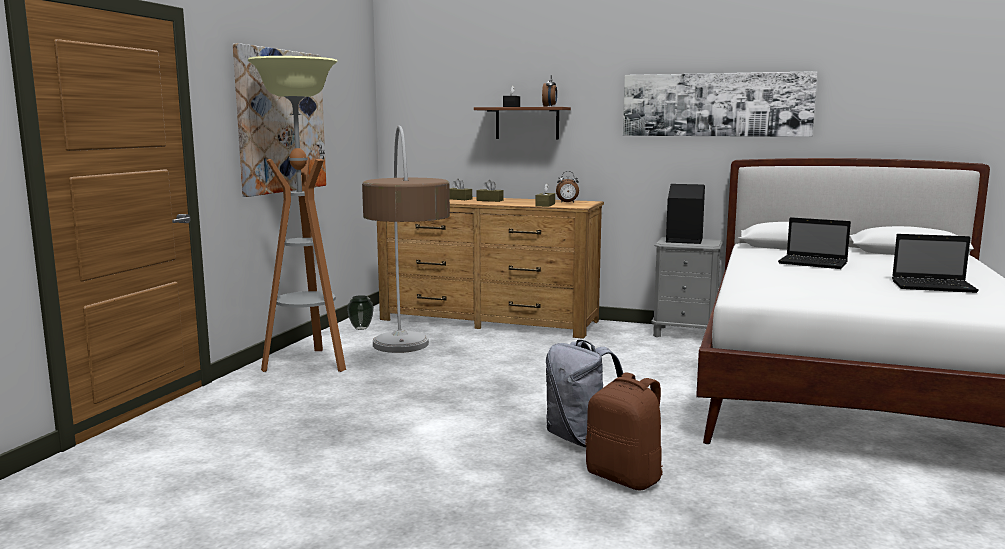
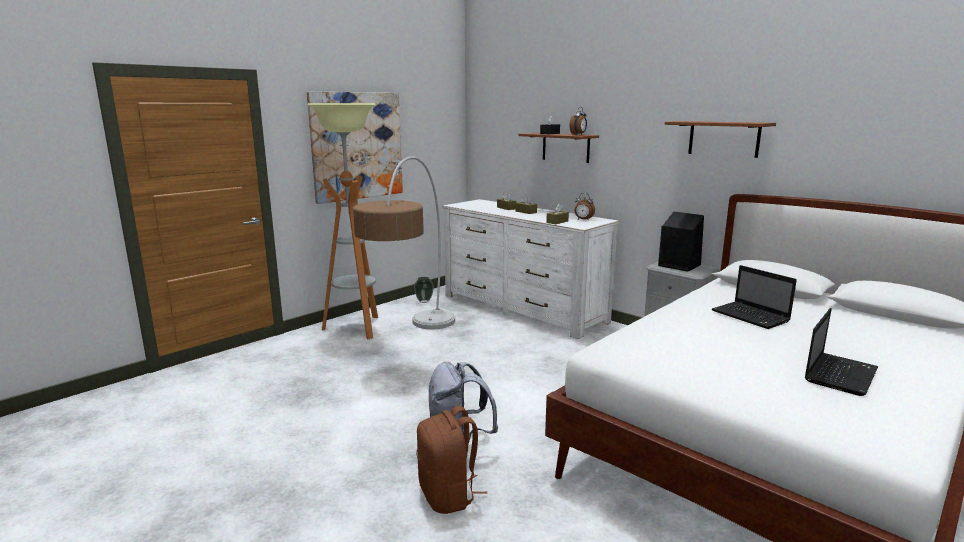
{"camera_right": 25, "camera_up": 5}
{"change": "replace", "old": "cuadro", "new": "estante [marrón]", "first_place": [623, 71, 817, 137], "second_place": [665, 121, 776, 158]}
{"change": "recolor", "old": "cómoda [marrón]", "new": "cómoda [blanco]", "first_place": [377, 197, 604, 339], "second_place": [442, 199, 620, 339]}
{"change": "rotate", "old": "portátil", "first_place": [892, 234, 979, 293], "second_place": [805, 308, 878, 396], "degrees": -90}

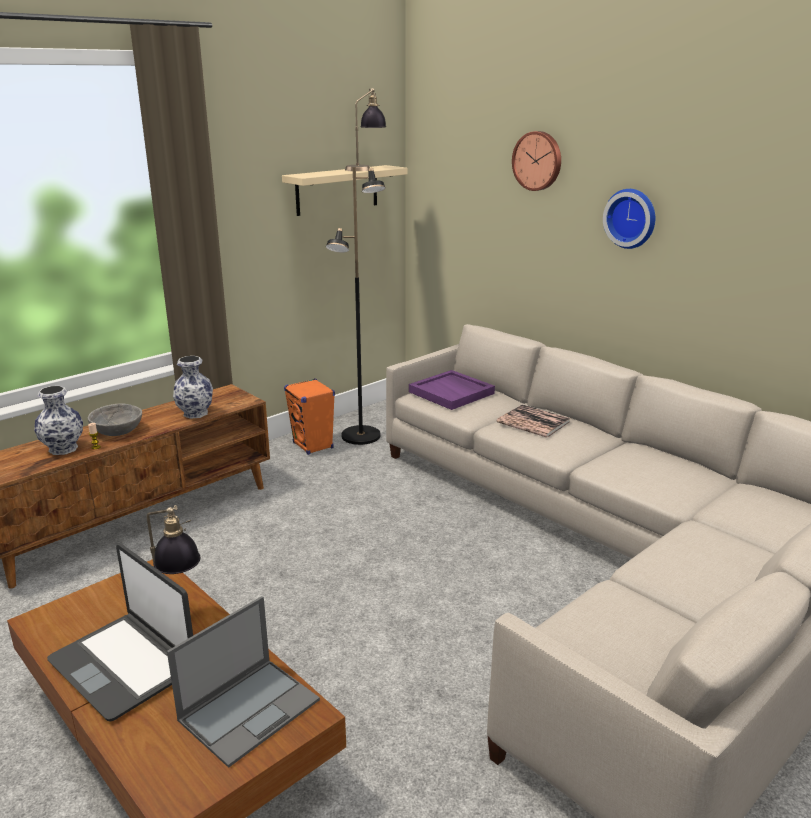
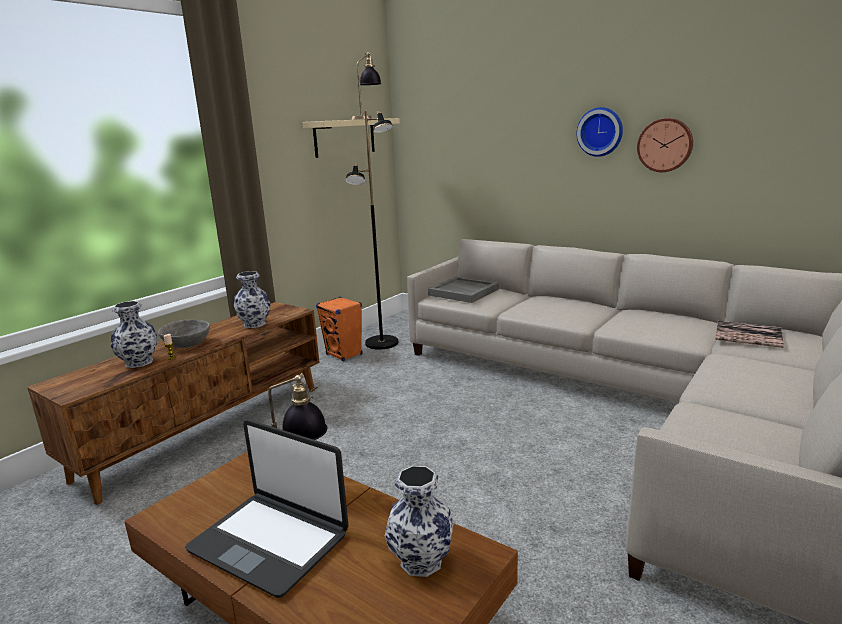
{"camera_right": -10, "camera_up": -5}
{"change": "move", "old": "reloj de pared", "first_place": [512, 131, 561, 191], "second_place": [637, 118, 693, 172]}
{"change": "recolor", "old": "bandeja [morado]", "new": "bandeja [gris]", "first_place": [409, 370, 495, 410], "second_place": [428, 277, 499, 303]}
{"change": "move", "old": "libro", "first_place": [497, 404, 570, 438], "second_place": [715, 321, 784, 348]}
{"change": "replace", "old": "portátil", "new": "florero", "first_place": [167, 596, 320, 768], "second_place": [385, 466, 454, 577]}

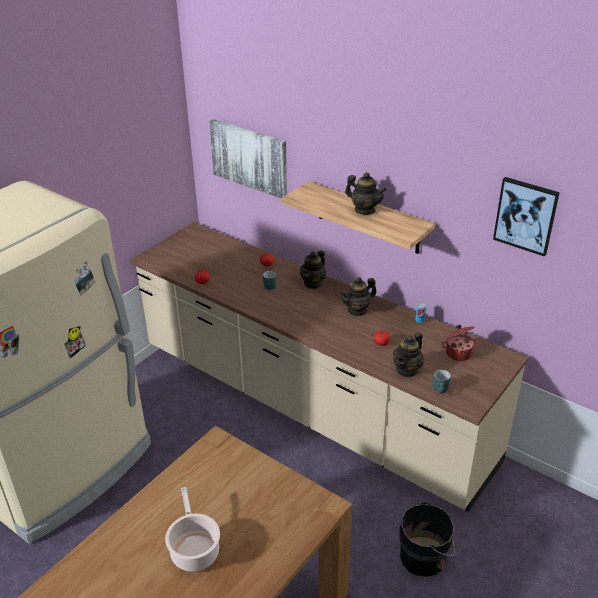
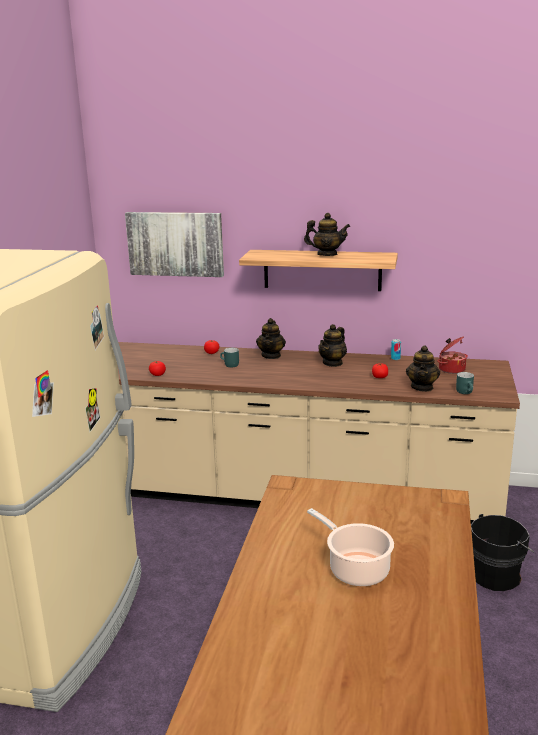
{"camera_right": -25, "camera_up": -15}
{"change": "delete", "old": "cuadro", "first_place": [493, 177, 560, 256]}

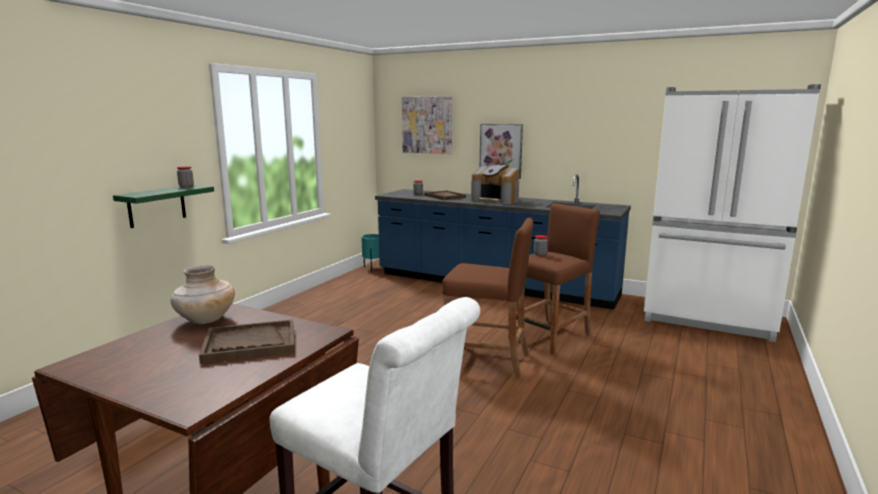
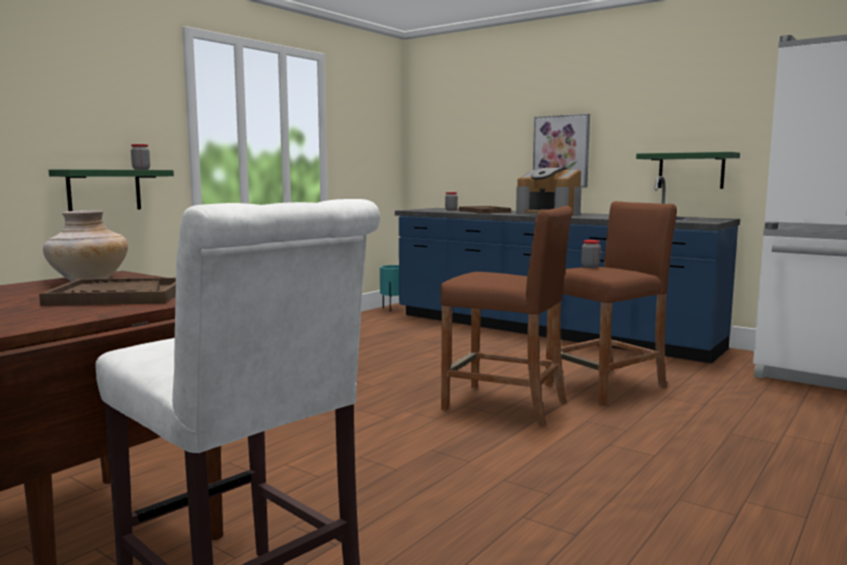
{"camera_right": 10, "camera_up": -5}
{"change": "delete", "old": "cuadro", "first_place": [402, 96, 452, 154]}
{"change": "insert", "new": "estante [verde]", "second_place": [636, 152, 740, 189]}

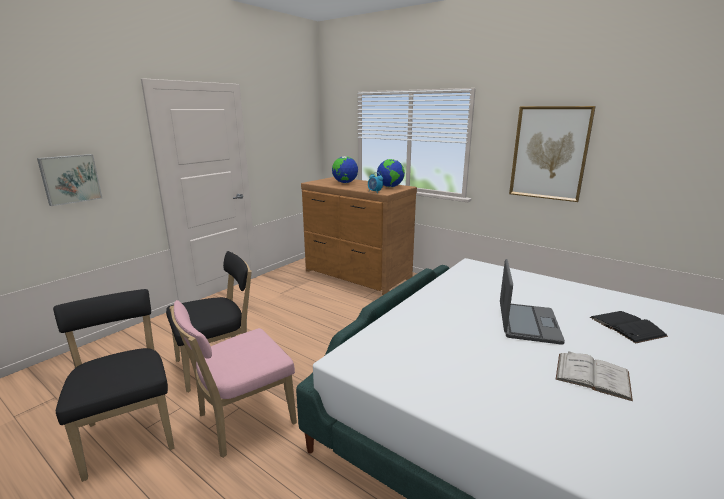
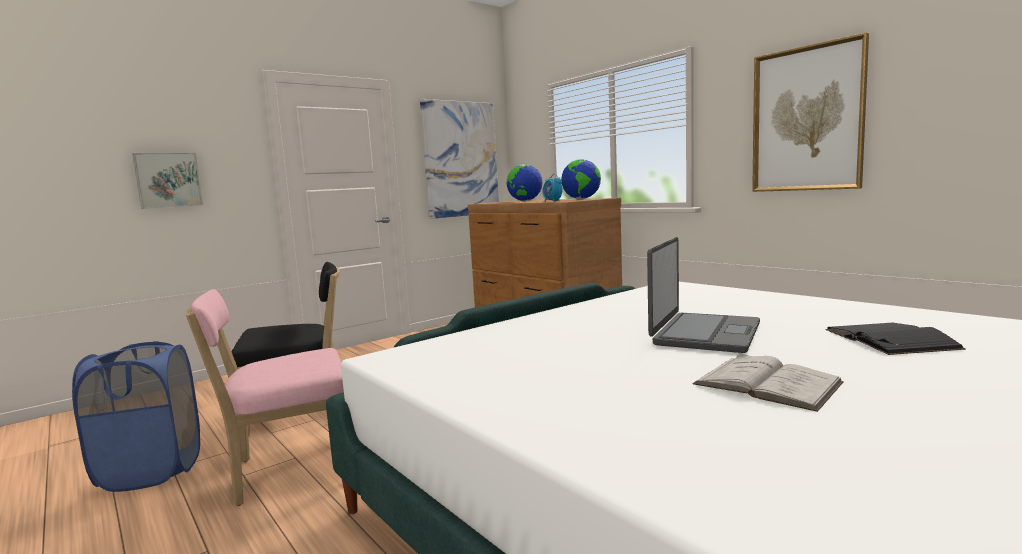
{"camera_right": 15, "camera_up": -10}
{"change": "replace", "old": "silla [negro]", "new": "cesto de la ropa [azul]", "first_place": [53, 289, 175, 482], "second_place": [72, 341, 200, 492]}
{"change": "insert", "new": "cuadro", "second_place": [420, 99, 499, 219]}

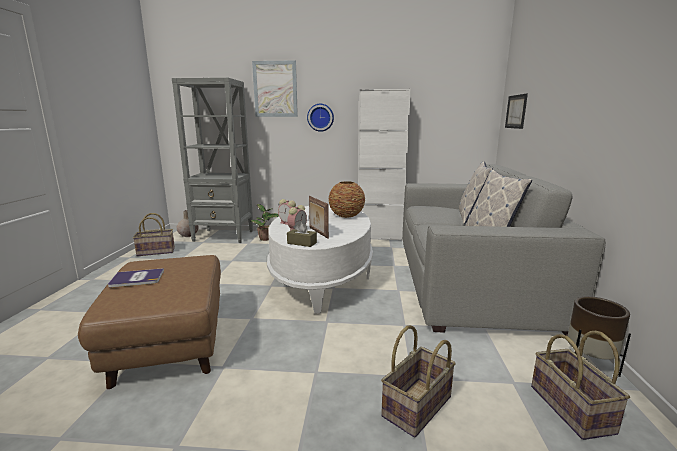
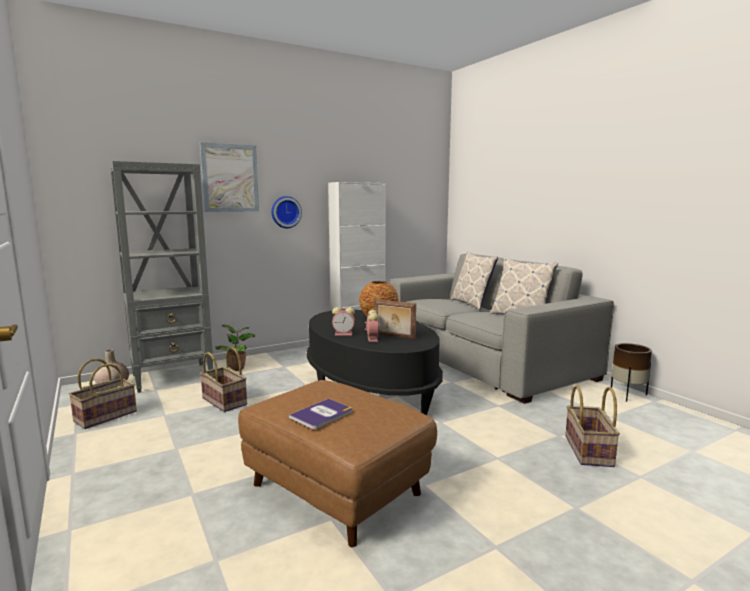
{"camera_right": -35, "camera_up": -5}
{"change": "delete", "old": "cuadro", "first_place": [505, 94, 528, 129]}
{"change": "recolor", "old": "mesa de centro [blanco]", "new": "mesa de centro [negro]", "first_place": [267, 204, 373, 314], "second_place": [307, 310, 443, 415]}
{"change": "delete", "old": "caja de pañuelos [marrón]", "first_place": [287, 222, 317, 247]}
{"change": "move", "old": "cesta", "first_place": [531, 331, 630, 440], "second_place": [200, 347, 247, 412]}

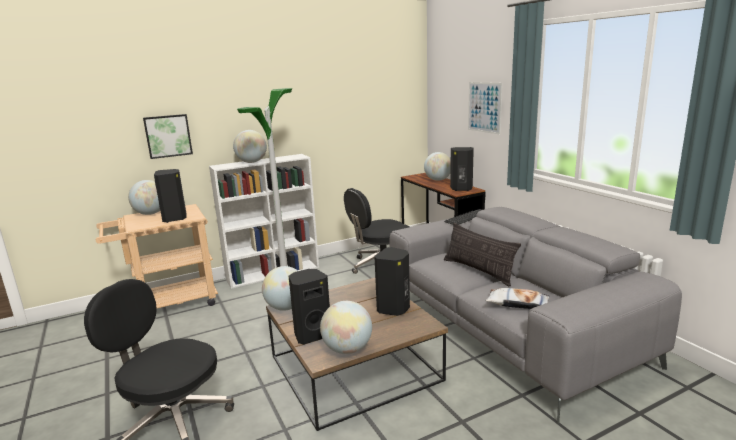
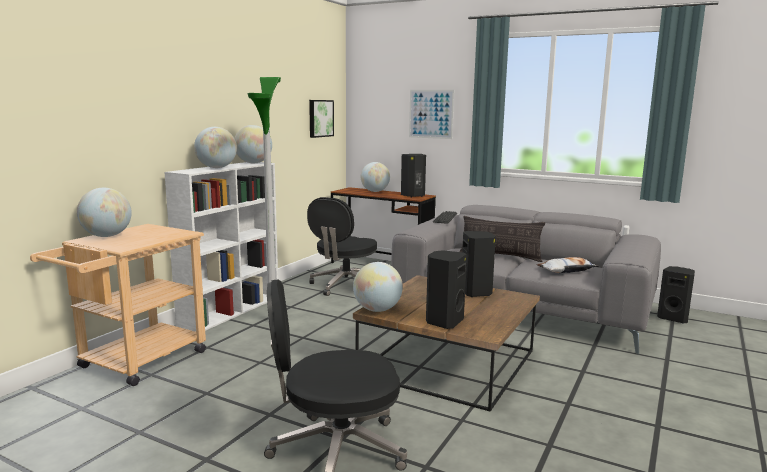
{"camera_right": -35, "camera_up": -5}
{"change": "move", "old": "cuadro", "first_place": [143, 114, 193, 159], "second_place": [309, 100, 334, 138]}
{"change": "move", "old": "altavoz [negro]", "first_place": [154, 169, 187, 223], "second_place": [657, 266, 695, 323]}
{"change": "move", "old": "globo terráqueo", "first_place": [320, 301, 372, 354], "second_place": [234, 125, 272, 163]}

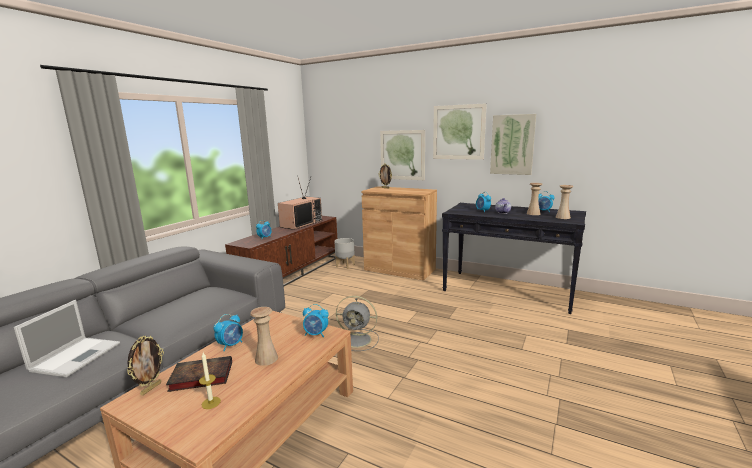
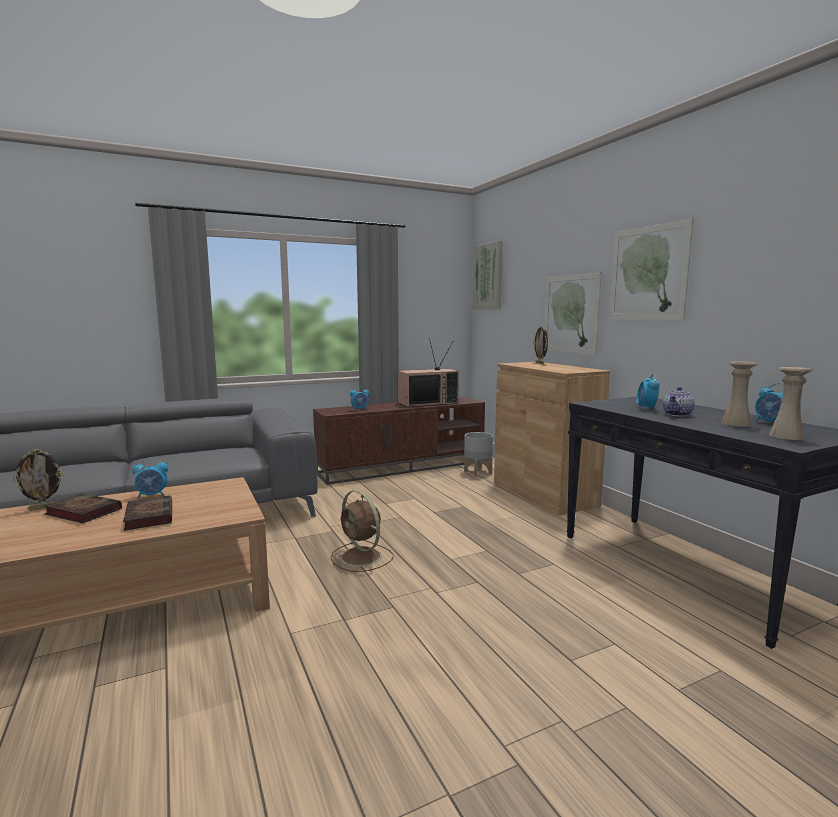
{"camera_right": 35, "camera_up": -5}
{"change": "move", "old": "cuadro", "first_place": [490, 114, 536, 175], "second_place": [473, 241, 503, 310]}
{"change": "recolor", "old": "ventilador [gris]", "new": "ventilador [marrón]", "first_place": [336, 296, 379, 351], "second_place": [331, 490, 393, 572]}
{"change": "delete", "old": "portátil", "first_place": [14, 300, 120, 377]}
{"change": "delete", "old": "despertador", "first_place": [303, 304, 329, 337]}
{"change": "replace", "old": "florero [beis]", "new": "libro", "first_place": [250, 307, 278, 366], "second_place": [123, 495, 172, 531]}
{"change": "delete", "old": "vela", "first_place": [199, 352, 221, 409]}

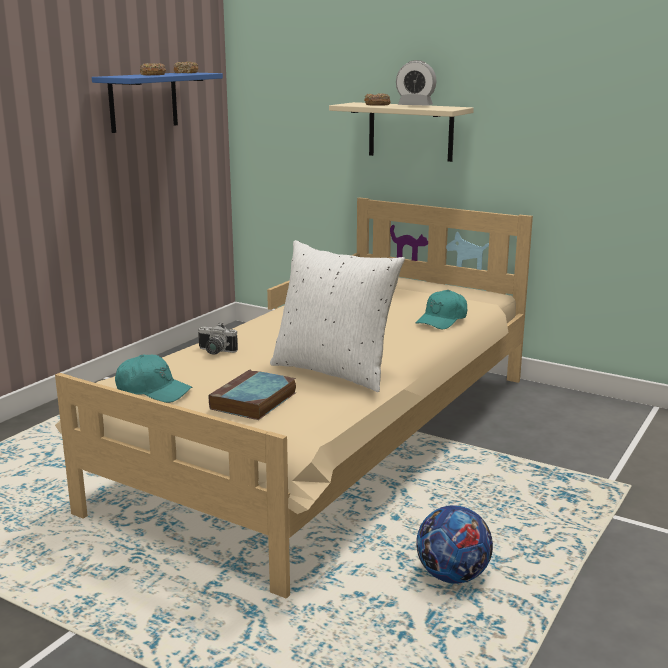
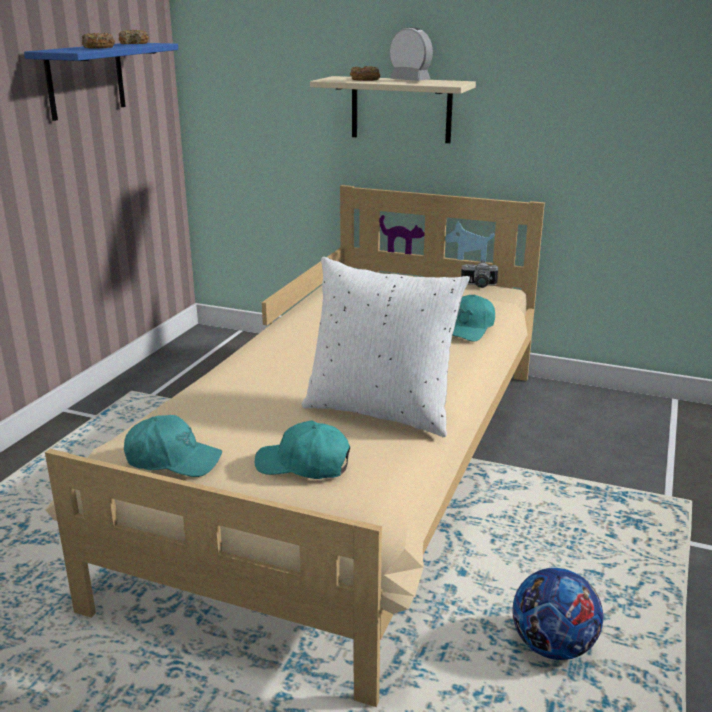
{"camera_right": -10, "camera_up": 5}
{"change": "rotate", "old": "despertador", "first_place": [396, 60, 437, 106], "second_place": [390, 27, 433, 81], "degrees": -150}
{"change": "move", "old": "cámara", "first_place": [198, 322, 238, 355], "second_place": [461, 260, 498, 288]}
{"change": "replace", "old": "libro", "new": "gorra [turquesa]", "first_place": [209, 369, 296, 420], "second_place": [255, 421, 350, 479]}

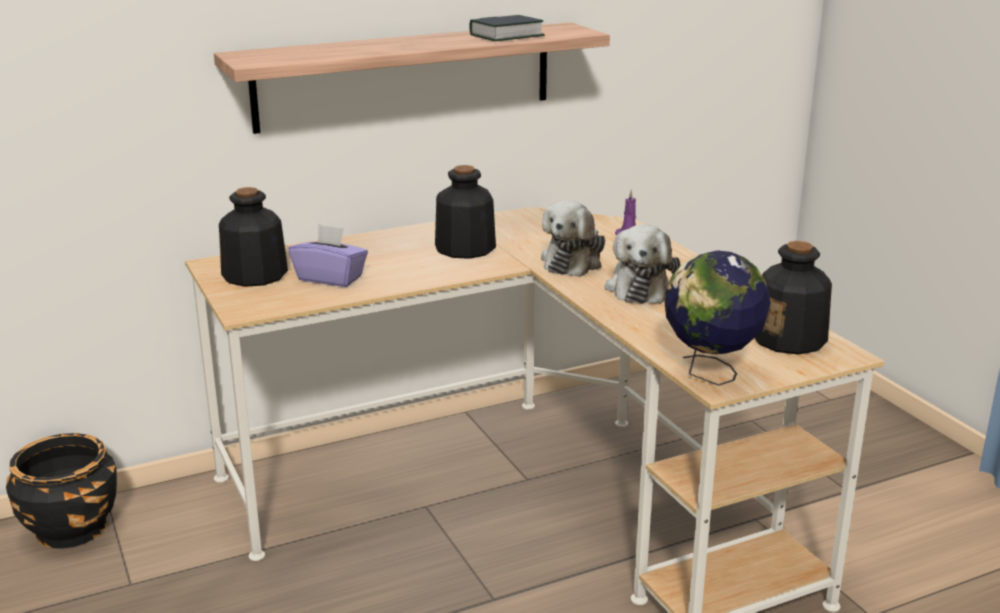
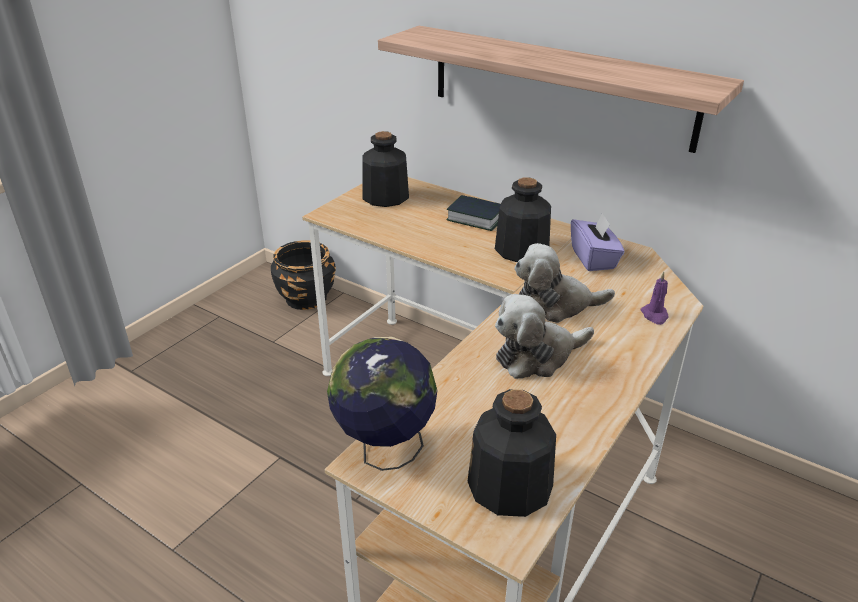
{"camera_right": 60, "camera_up": 10}
{"change": "move", "old": "libro", "first_place": [469, 15, 545, 41], "second_place": [446, 195, 501, 231]}
{"change": "move", "old": "caja de pañuelos [morado]", "first_place": [289, 224, 368, 287], "second_place": [571, 212, 625, 271]}

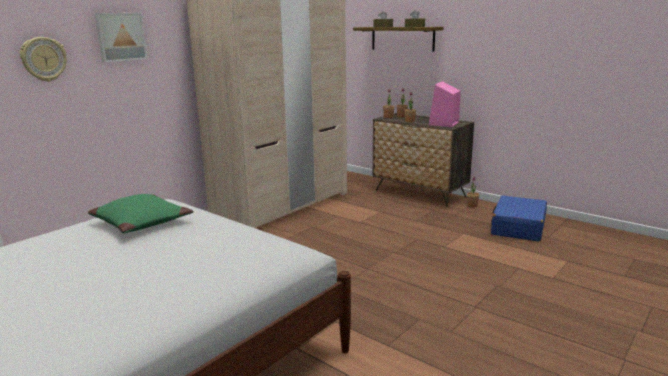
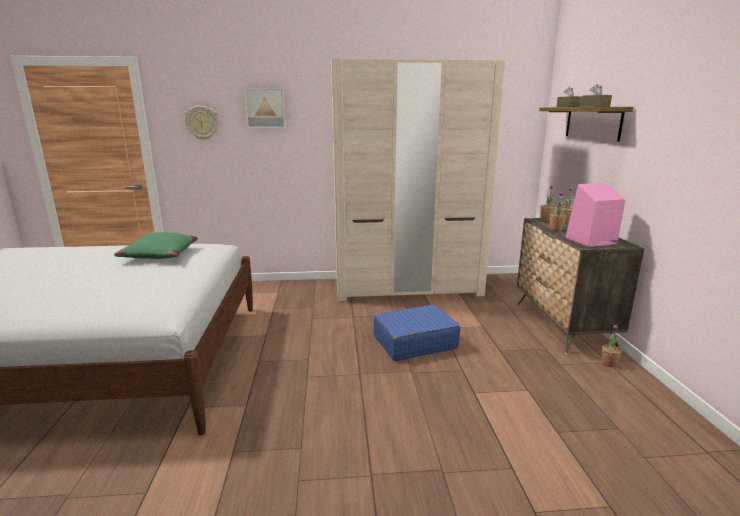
{"camera_right": 45, "camera_up": 0}
{"change": "move", "old": "maleta [azul]", "first_place": [491, 195, 547, 241], "second_place": [374, 304, 460, 361]}

